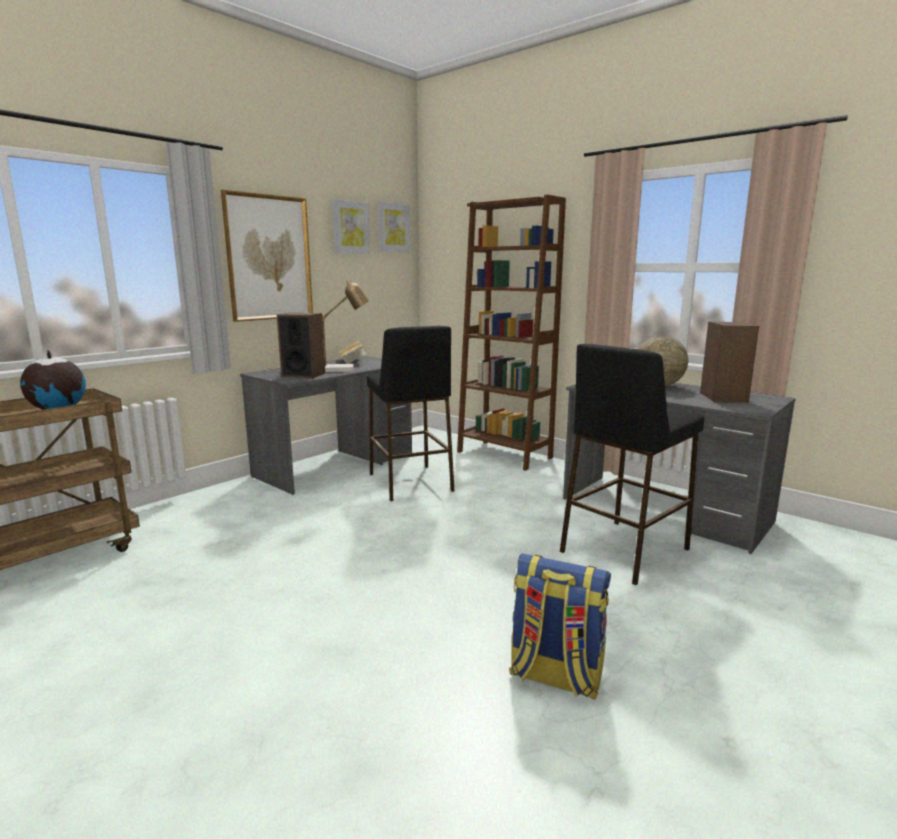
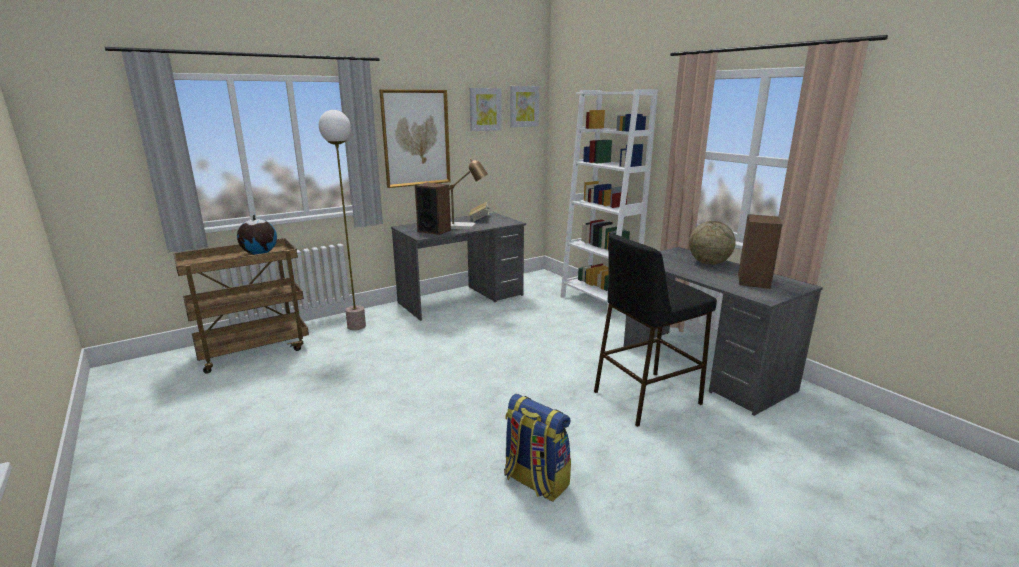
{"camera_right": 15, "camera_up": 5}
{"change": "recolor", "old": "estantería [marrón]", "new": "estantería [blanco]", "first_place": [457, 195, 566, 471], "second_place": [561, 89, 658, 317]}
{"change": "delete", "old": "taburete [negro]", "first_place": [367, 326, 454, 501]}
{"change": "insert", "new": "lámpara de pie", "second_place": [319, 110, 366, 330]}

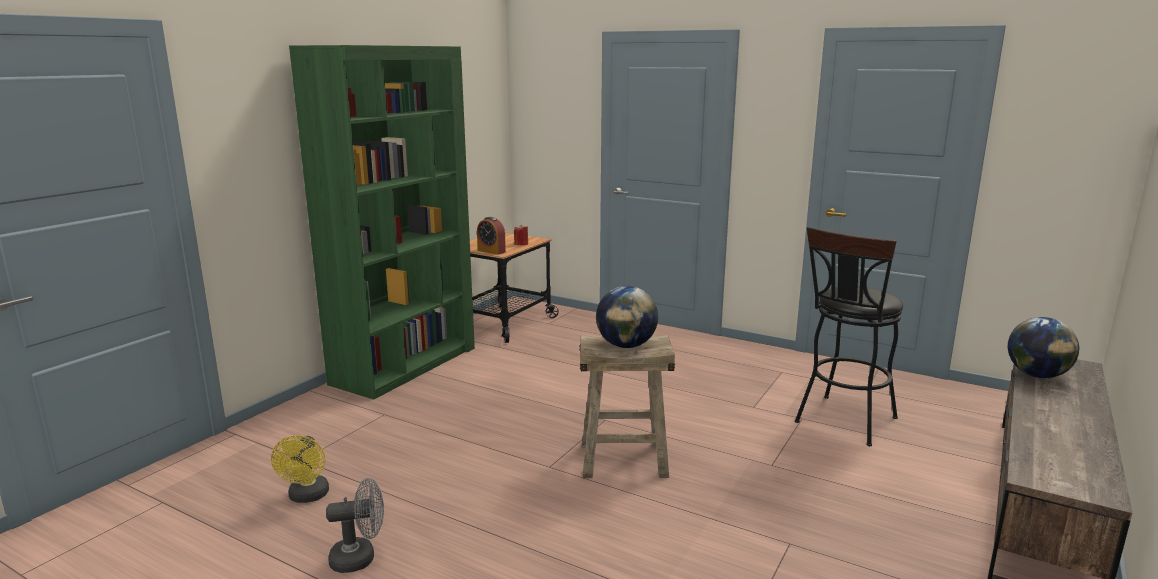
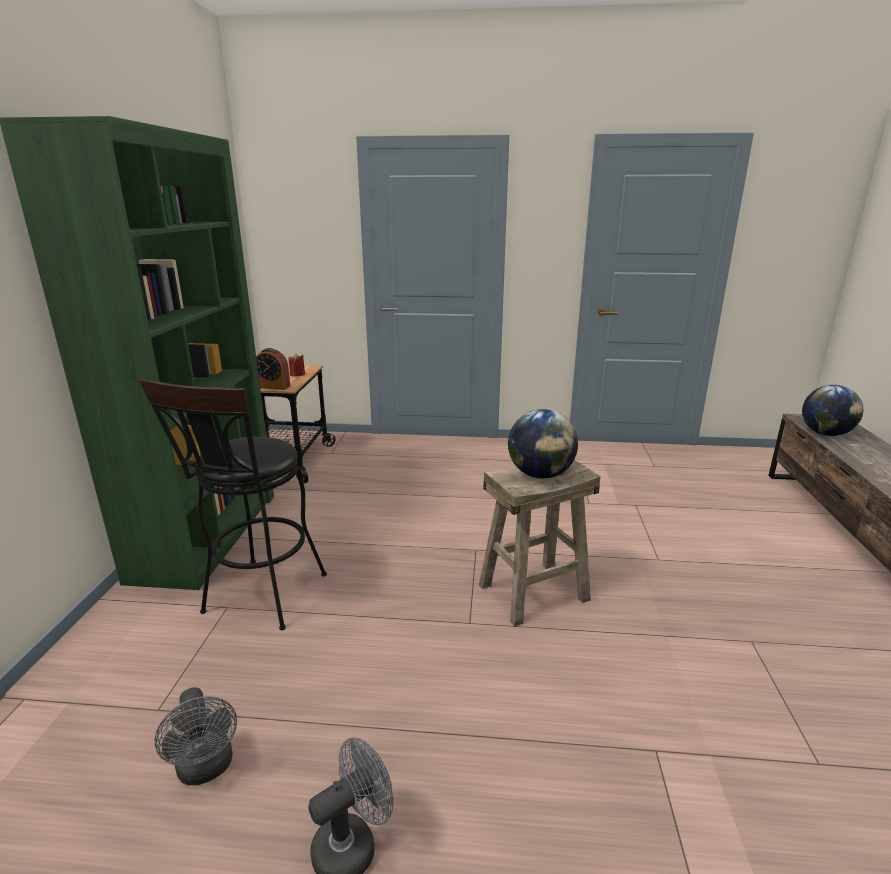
{"camera_right": -25, "camera_up": 5}
{"change": "move", "old": "taburete [negro]", "first_place": [795, 227, 903, 446], "second_place": [138, 378, 327, 630]}
{"change": "recolor", "old": "ventilador [amarillo]", "new": "ventilador [gris]", "first_place": [271, 435, 329, 503], "second_place": [154, 687, 237, 785]}

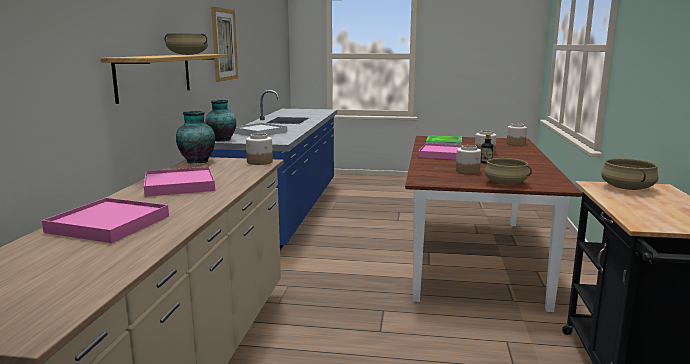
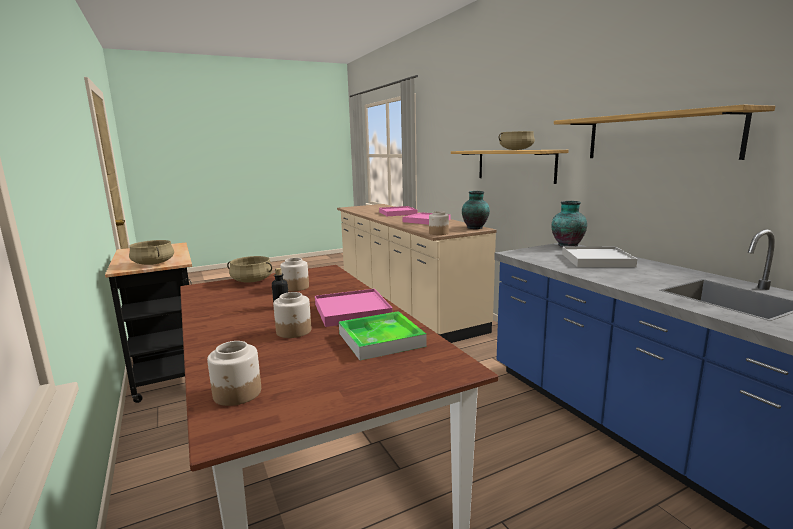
{"camera_right": 145, "camera_up": 0}
{"change": "replace", "old": "cuadro", "new": "estante", "first_place": [211, 7, 238, 82], "second_place": [554, 105, 775, 160]}

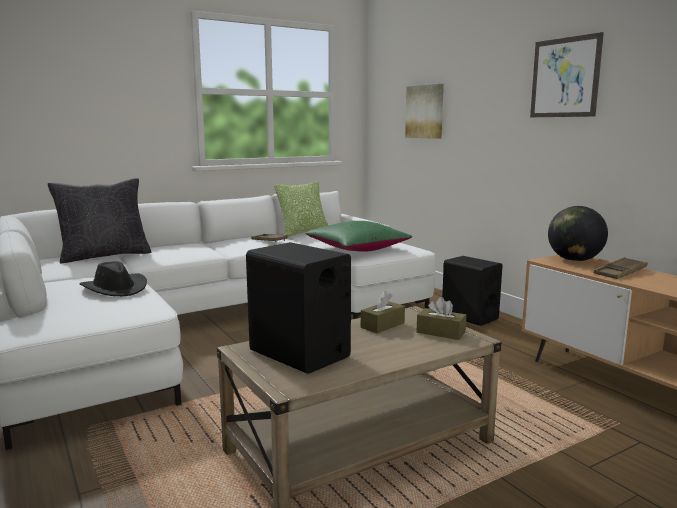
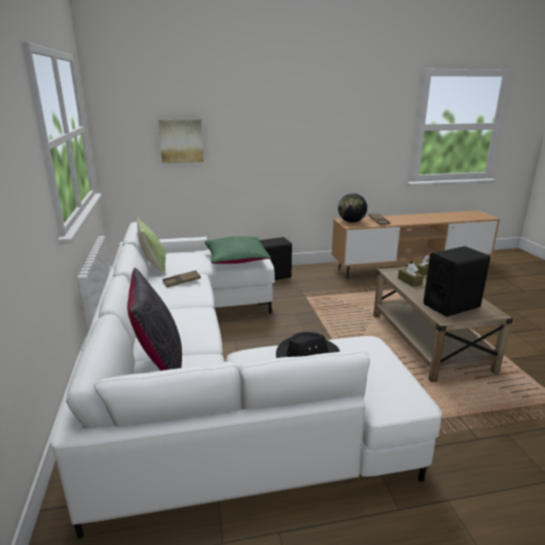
{"camera_right": -70, "camera_up": 10}
{"change": "delete", "old": "cuadro", "first_place": [530, 32, 604, 117]}

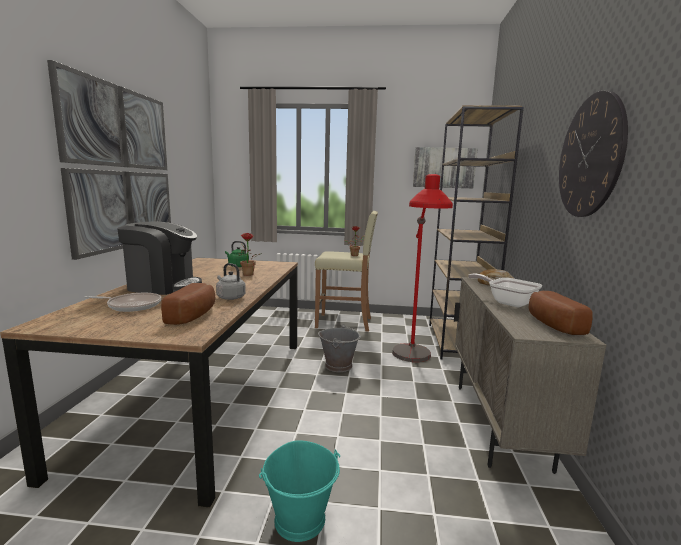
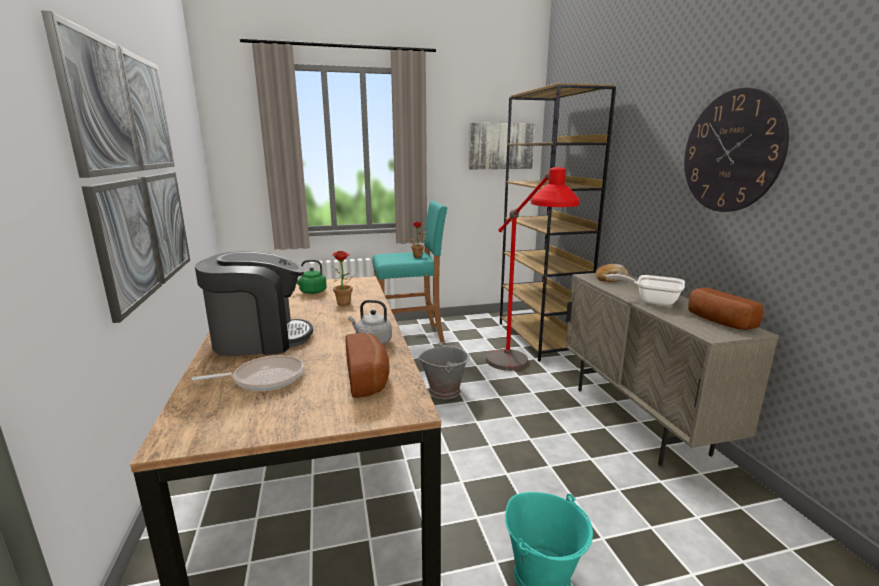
{"camera_right": -20, "camera_up": 5}
{"change": "recolor", "old": "taburete [beis]", "new": "taburete [turquesa]", "first_place": [315, 211, 378, 332], "second_place": [372, 201, 447, 343]}

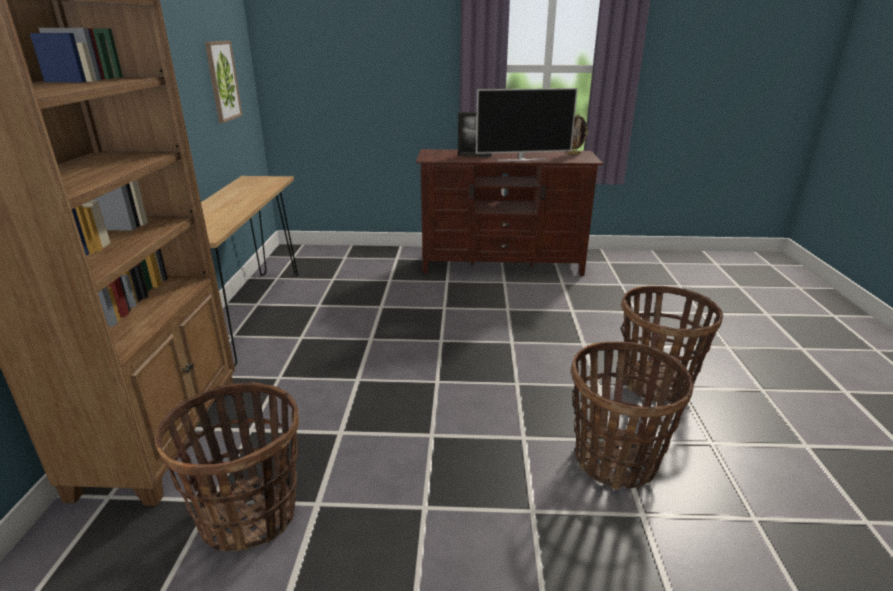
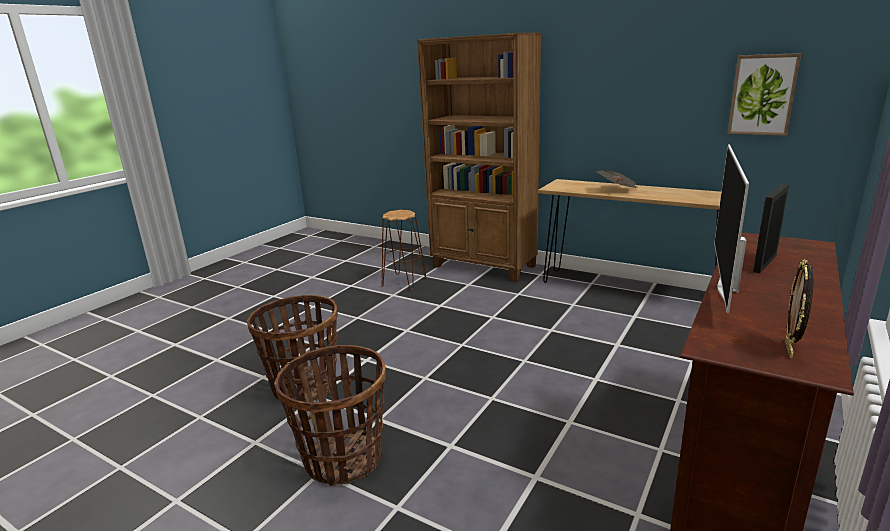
{"camera_right": 120, "camera_up": -5}
{"change": "replace", "old": "cesta", "new": "taburete [marrón]", "first_place": [155, 382, 299, 551], "second_place": [382, 210, 427, 290]}
{"change": "insert", "new": "periódico", "second_place": [596, 170, 637, 188]}

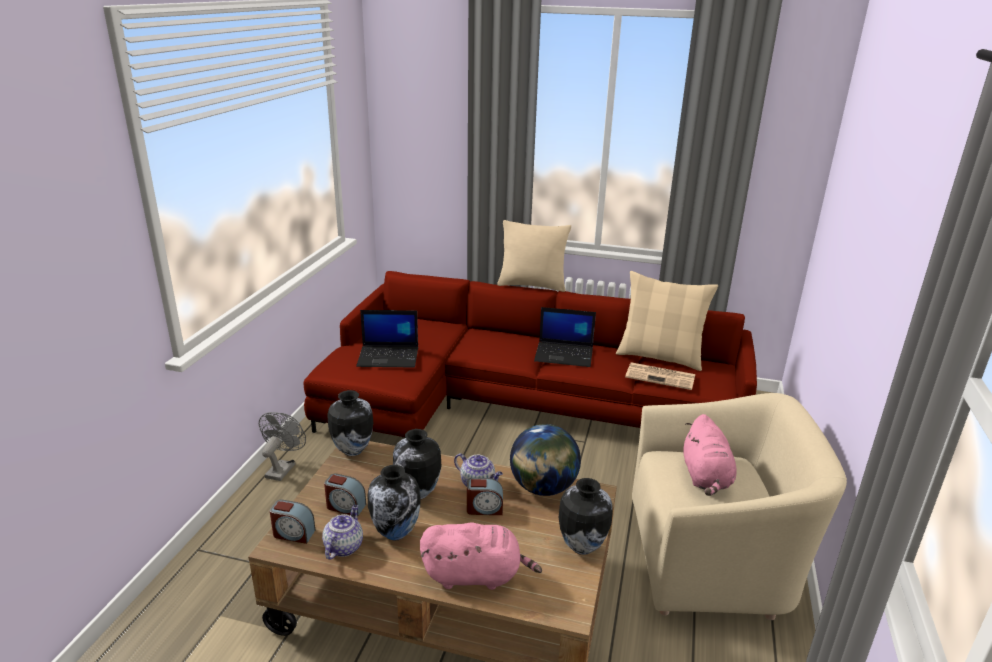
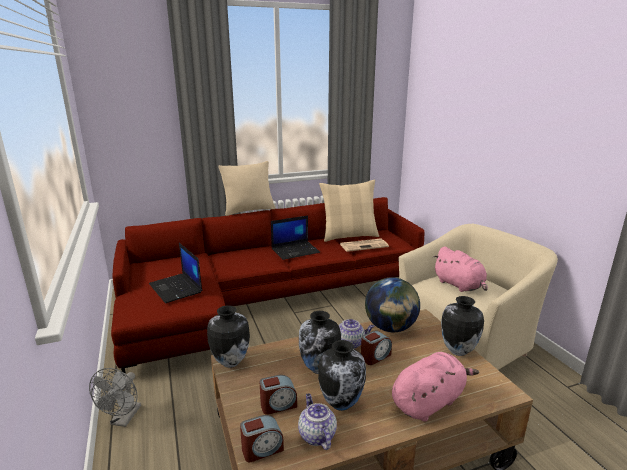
{"camera_right": -35, "camera_up": -5}
{"change": "rotate", "old": "portátil", "first_place": [356, 310, 418, 367], "second_place": [149, 243, 202, 303], "degrees": 90}
{"change": "rotate", "old": "ventilador [gris]", "first_place": [259, 412, 306, 481], "second_place": [89, 368, 141, 427], "degrees": -150}

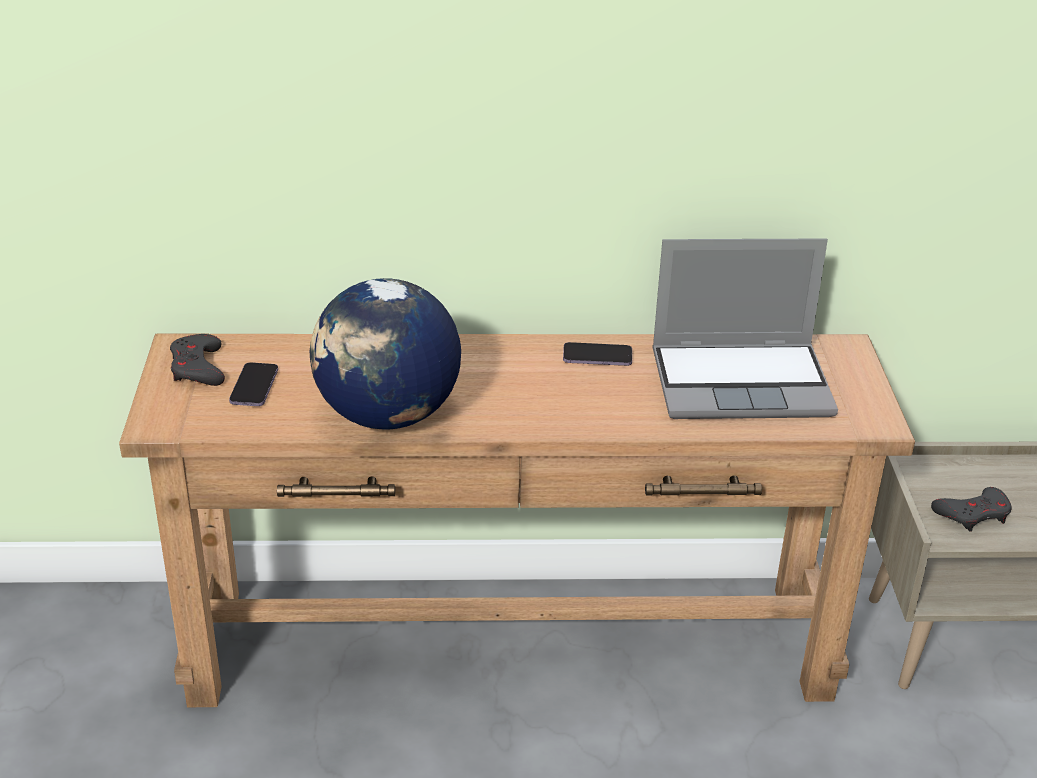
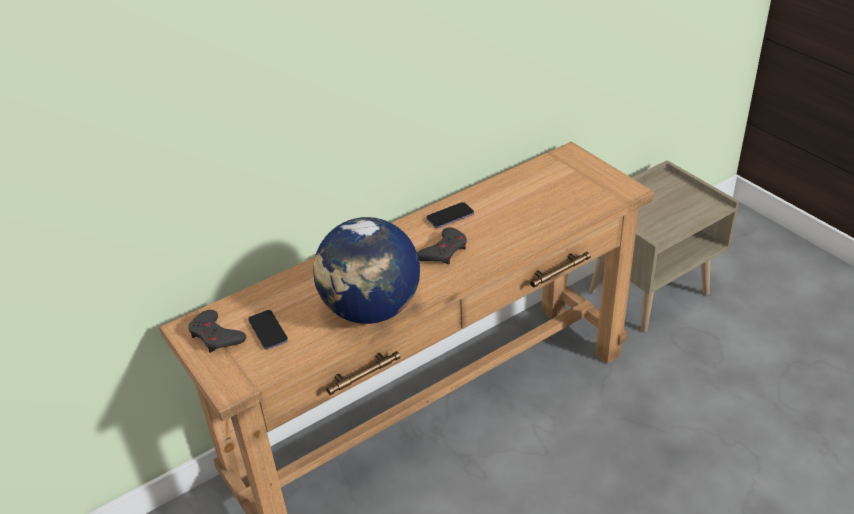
{"camera_right": -30, "camera_up": 5}
{"change": "delete", "old": "portátil", "first_place": [653, 238, 838, 419]}
{"change": "move", "old": "mando de consola [gris]", "first_place": [931, 487, 1012, 532], "second_place": [417, 227, 467, 264]}

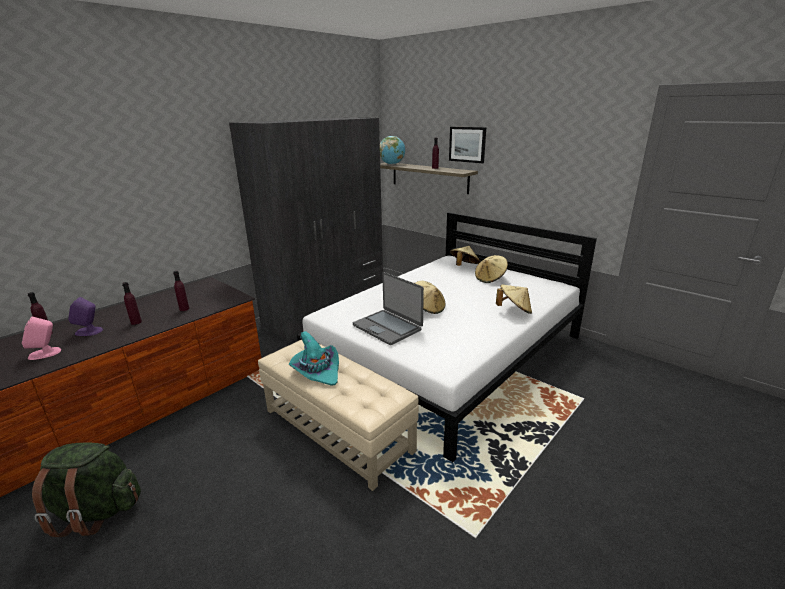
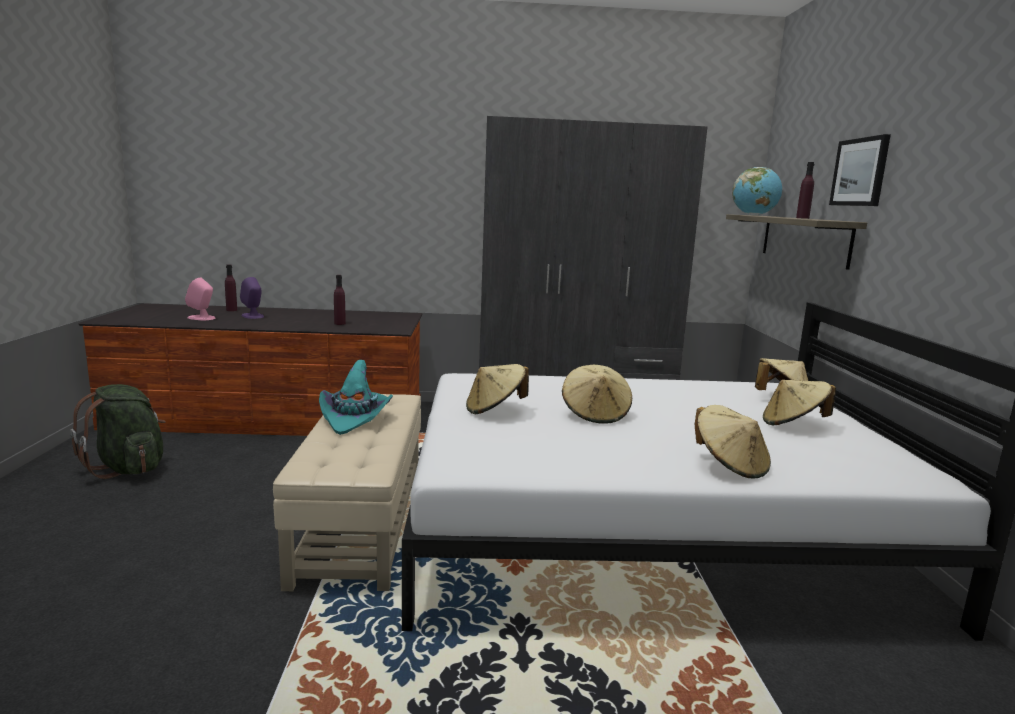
{"camera_right": 45, "camera_up": -10}
{"change": "replace", "old": "portátil", "new": "sombrero [beis]", "first_place": [353, 272, 424, 345], "second_place": [466, 364, 529, 414]}
{"change": "delete", "old": "botella [morado]", "first_place": [122, 282, 142, 325]}

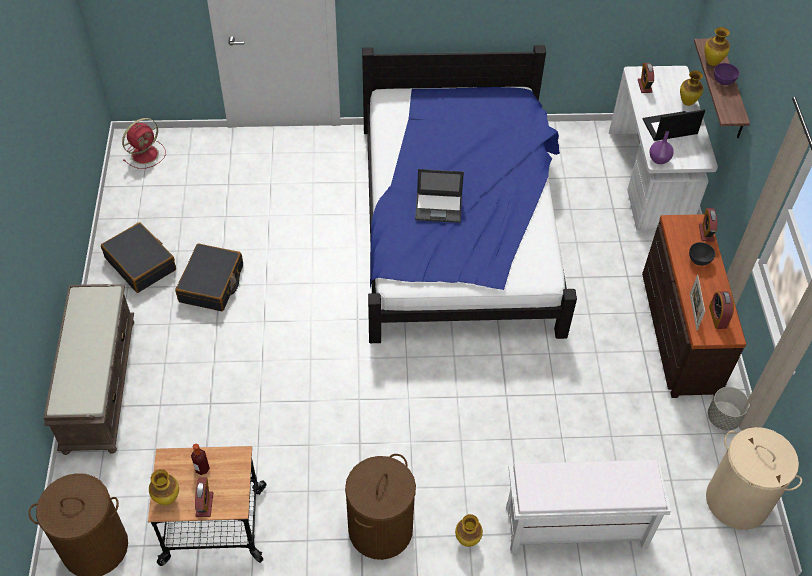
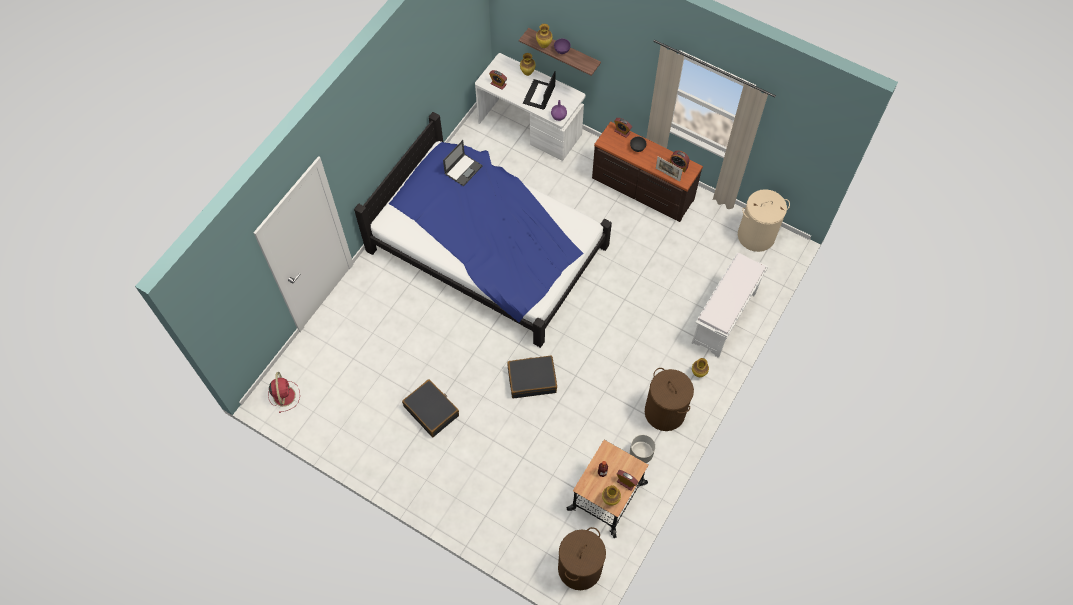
{"camera_right": -55, "camera_up": 10}
{"change": "move", "old": "portátil", "first_place": [415, 169, 464, 223], "second_place": [443, 140, 483, 186]}
{"change": "move", "old": "maleta [negro]", "first_place": [101, 222, 176, 293], "second_place": [507, 355, 557, 398]}
{"change": "delete", "old": "banco [marrón]", "first_place": [43, 284, 134, 455]}
{"change": "move", "old": "maceta [gris]", "first_place": [708, 387, 750, 431], "second_place": [630, 435, 655, 463]}

